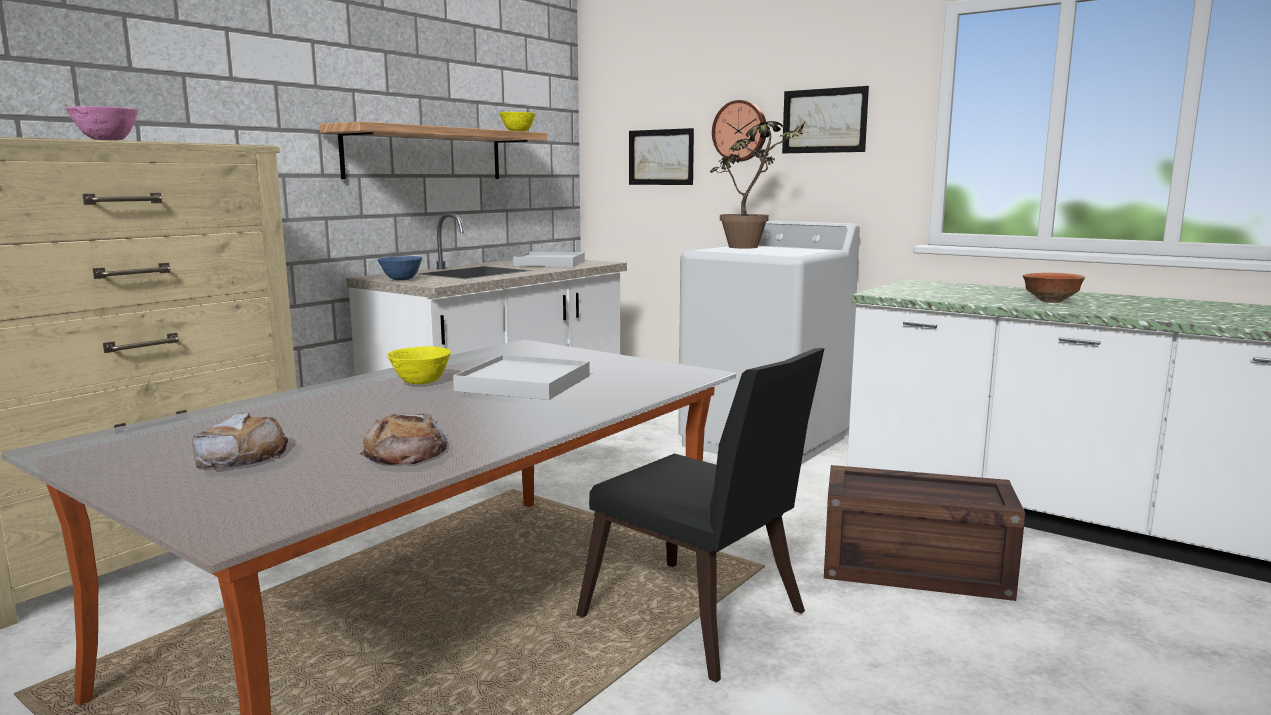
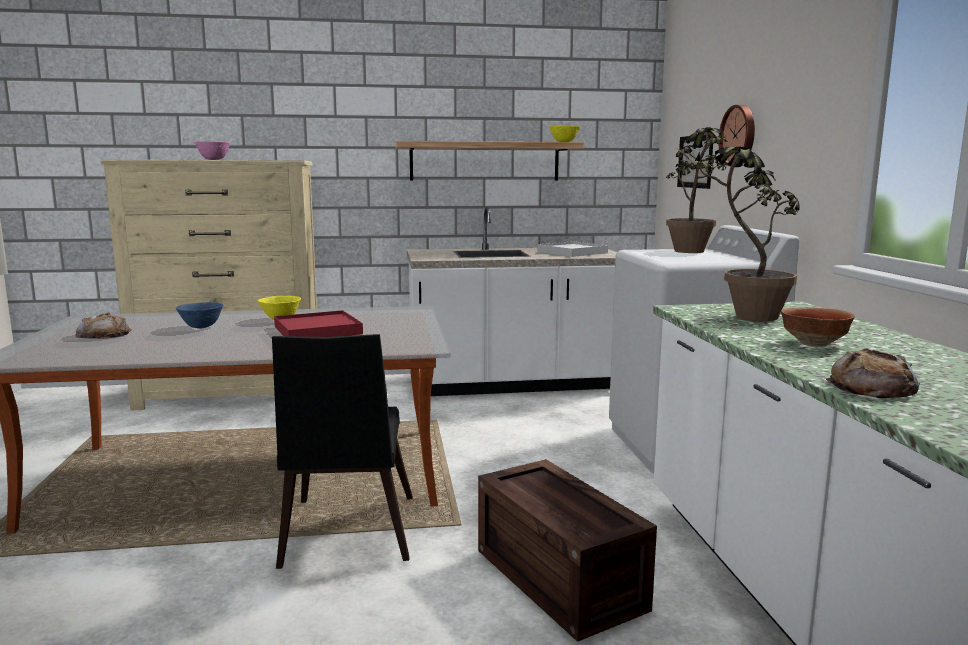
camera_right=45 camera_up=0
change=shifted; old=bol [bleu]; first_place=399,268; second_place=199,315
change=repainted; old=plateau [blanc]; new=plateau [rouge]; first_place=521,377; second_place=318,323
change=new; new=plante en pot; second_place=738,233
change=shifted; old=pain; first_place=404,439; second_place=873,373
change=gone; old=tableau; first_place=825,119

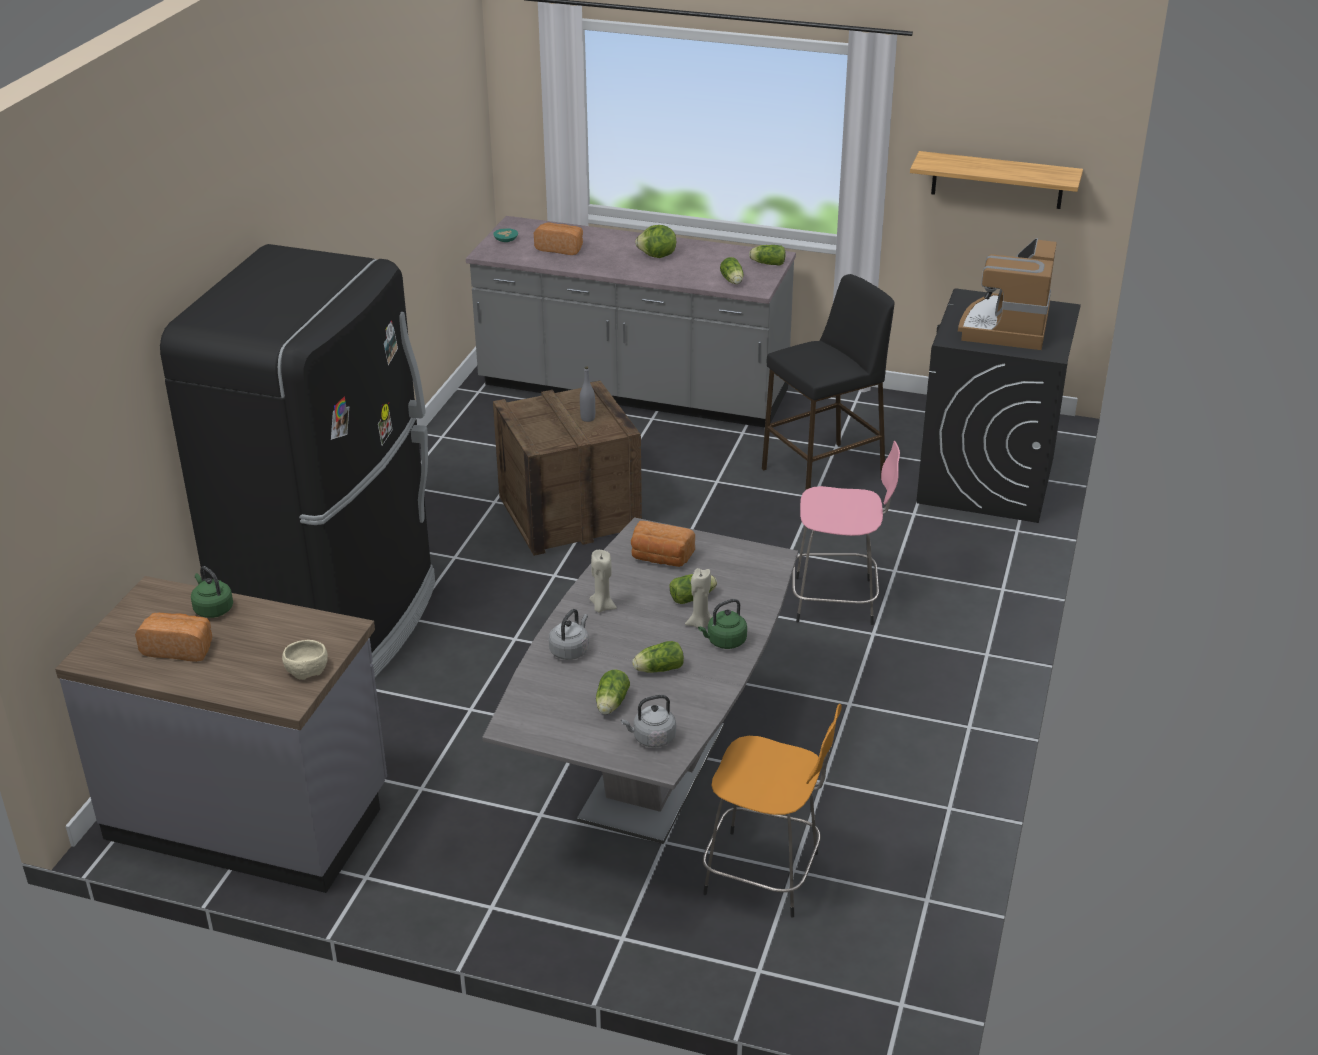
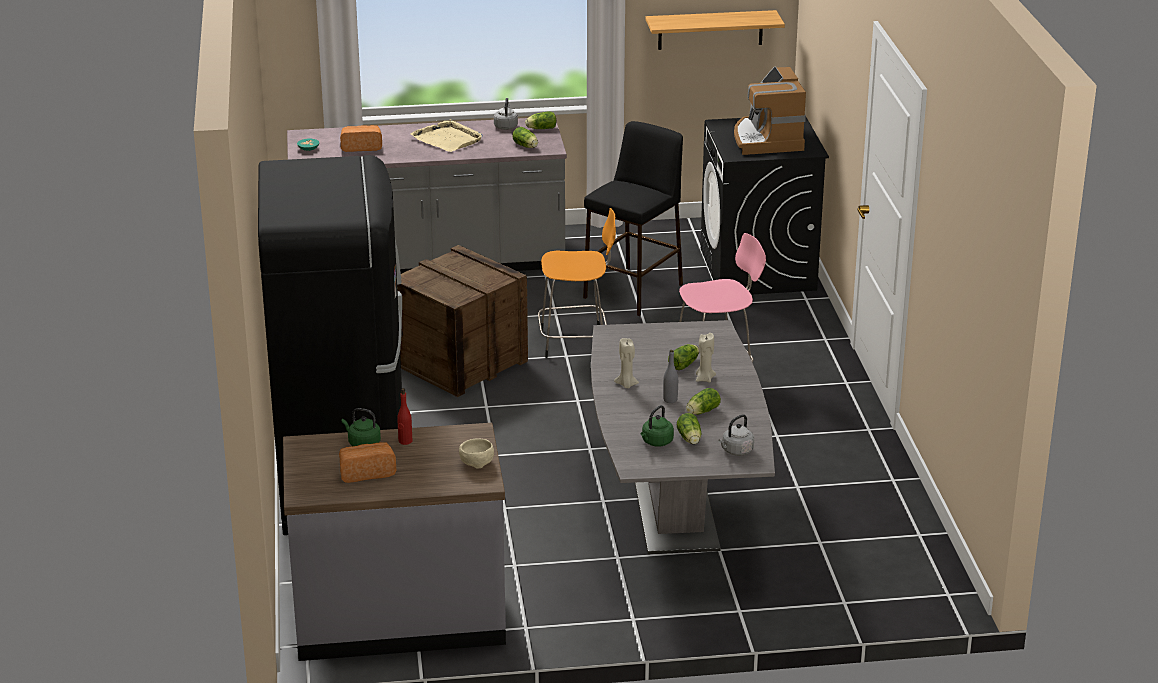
camera_right=-25 camera_up=-5
change=new; new=bouteille [rouge]; second_place=404,416
change=swapped; old=laitue; new=plateau [beige]; first_place=655,241; second_place=447,135
change=shifted; old=bouilloire [gris]; first_place=569,634; second_place=506,114
change=shifted; old=tabouret [orange]; first_place=772,811; second_place=577,283
change=shifted; old=bouilloire [vert]; first_place=722,624; second_place=657,426
change=shifted; old=bouteille [gris]; first_place=587,394; second_place=670,376
change=gone; old=pain; first_place=663,544

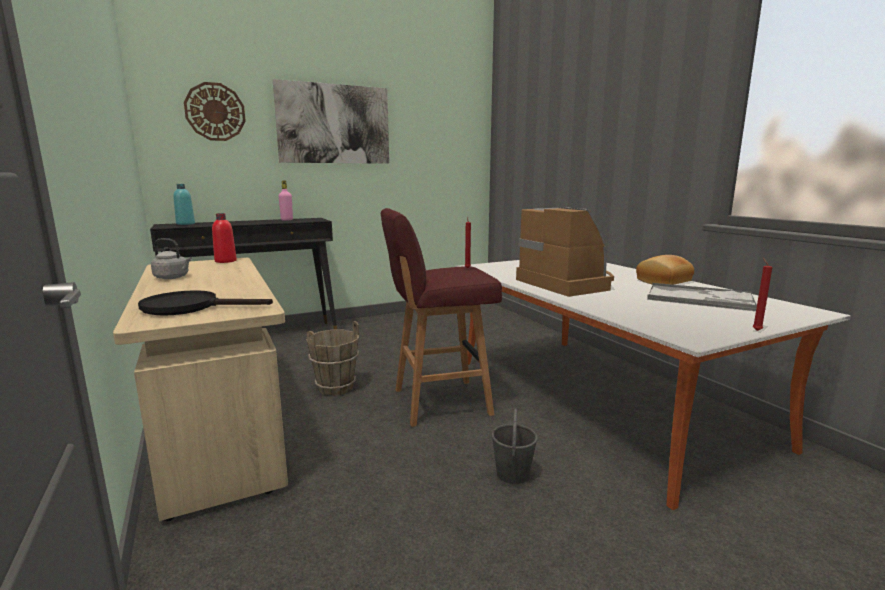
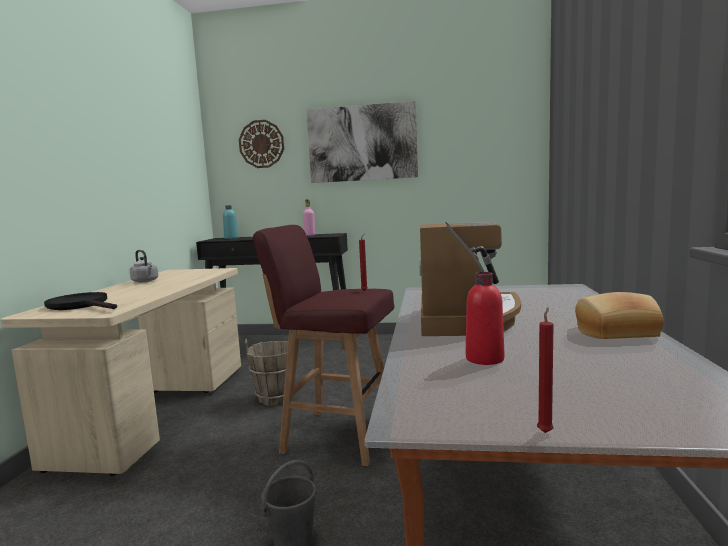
camera_right=35 camera_up=-5
change=shifted; old=bouteille [rouge]; first_place=224,238; second_place=485,318
change=gone; old=plateau; first_place=702,297

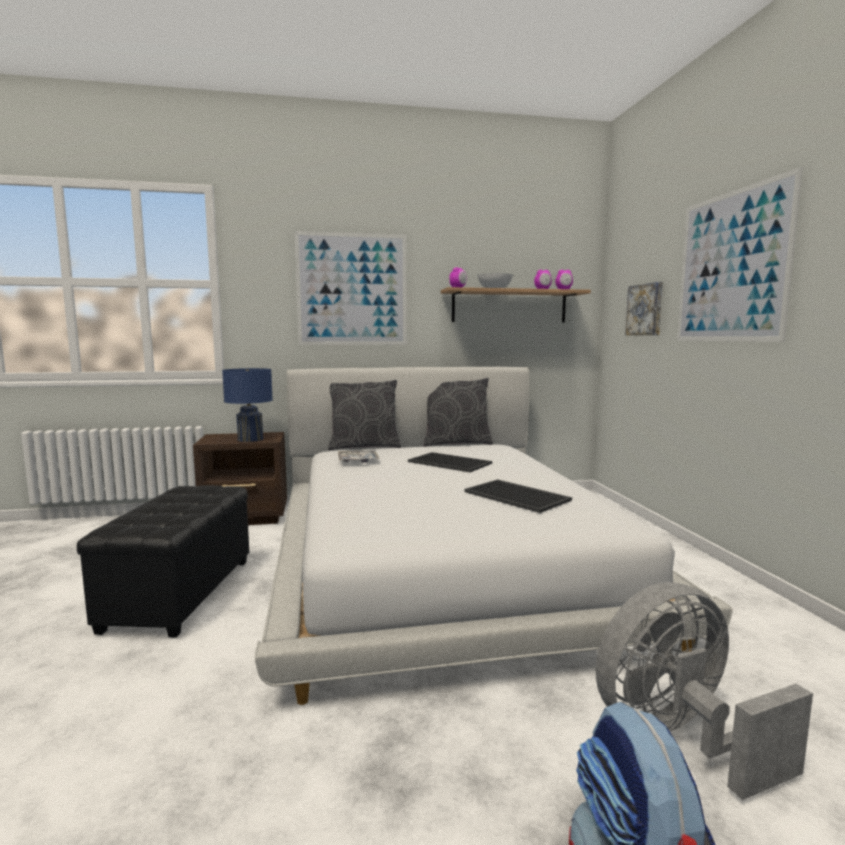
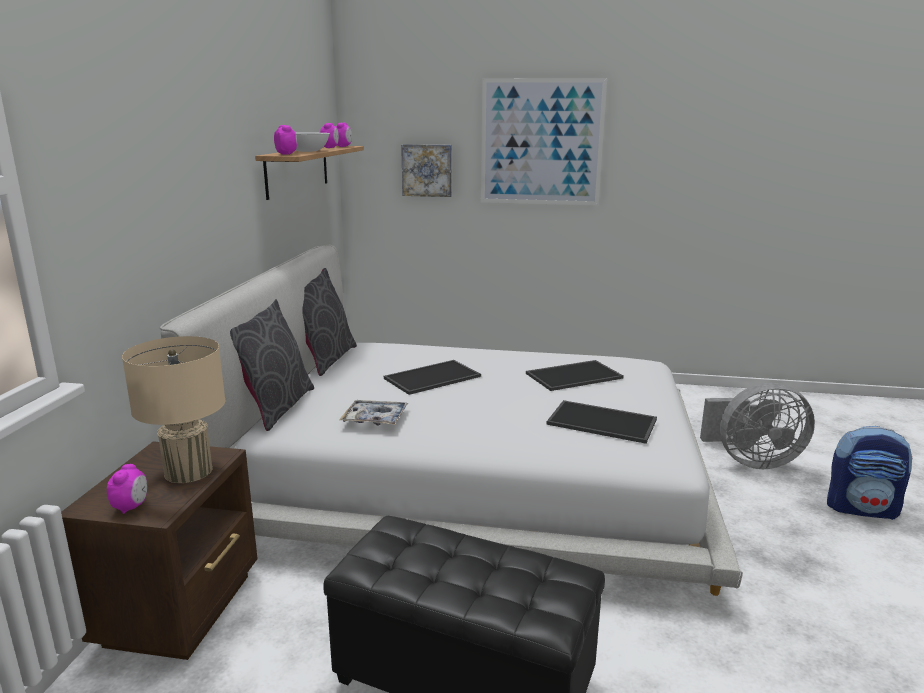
camera_right=-70 camera_up=10
change=new; new=réveil; second_place=127,489
change=repainted; old=lampe de table [bleu]; new=lampe de table [beige]; first_place=247,405; second_place=173,409
change=new; new=plateau; second_place=601,422
change=rotated; old=ventilateur [gris]; first_place=704,691; second_place=757,426; degrees=-90
change=gone; old=tableau; first_place=350,288

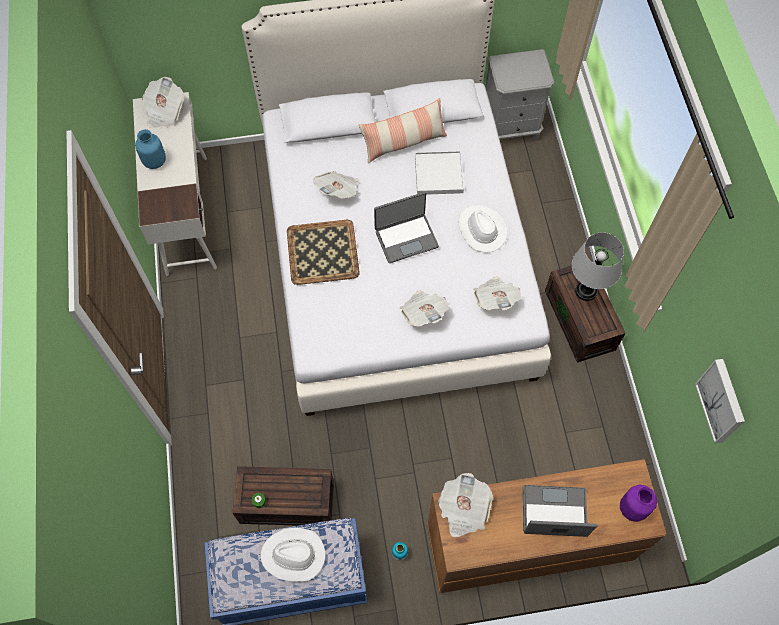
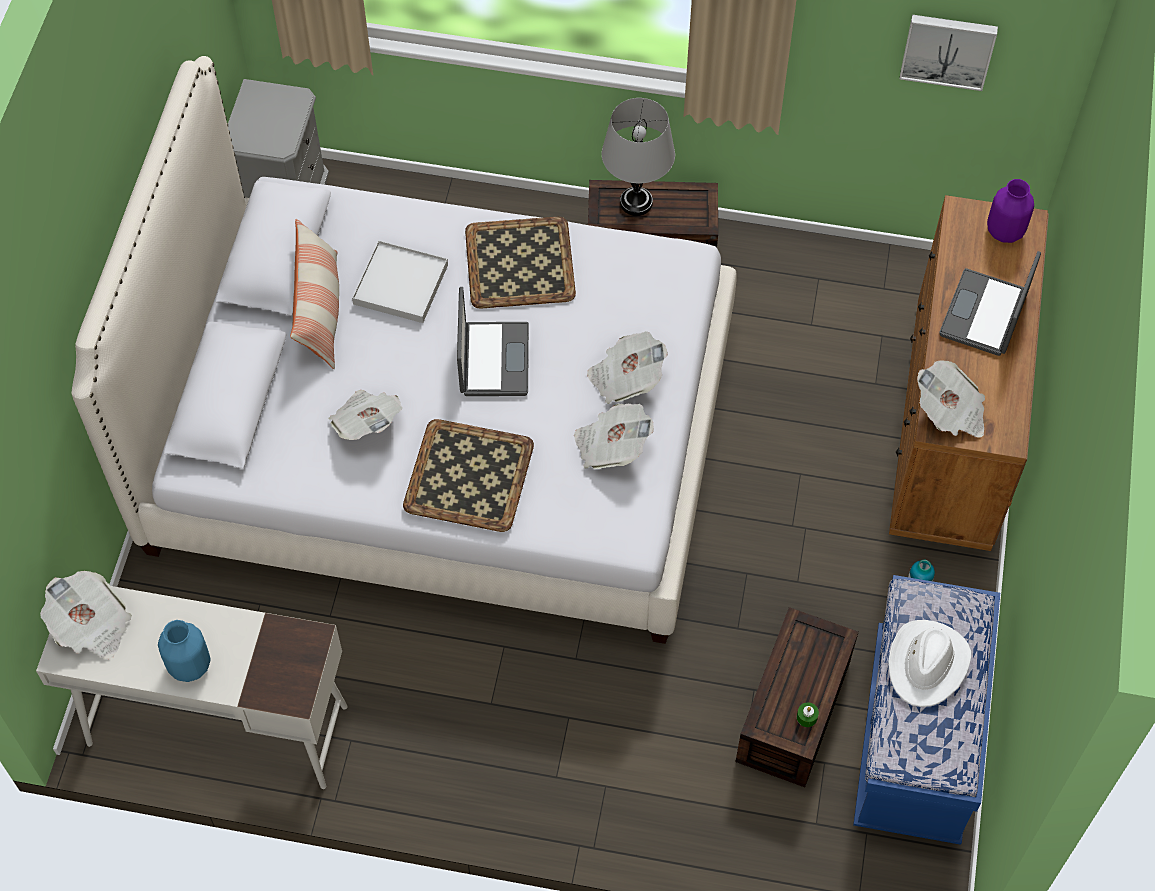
camera_right=-70 camera_up=-5
change=swapped; old=chapeau [blanc]; new=plateau; first_place=483,229; second_place=520,263
change=shifted; old=journal; first_place=497,293; second_place=614,436

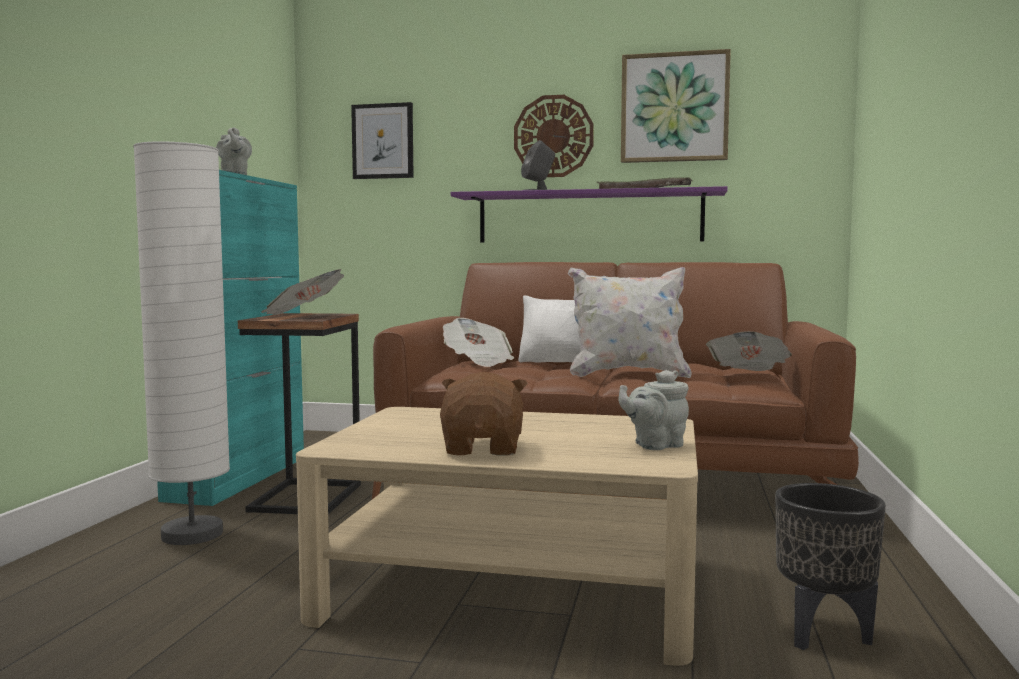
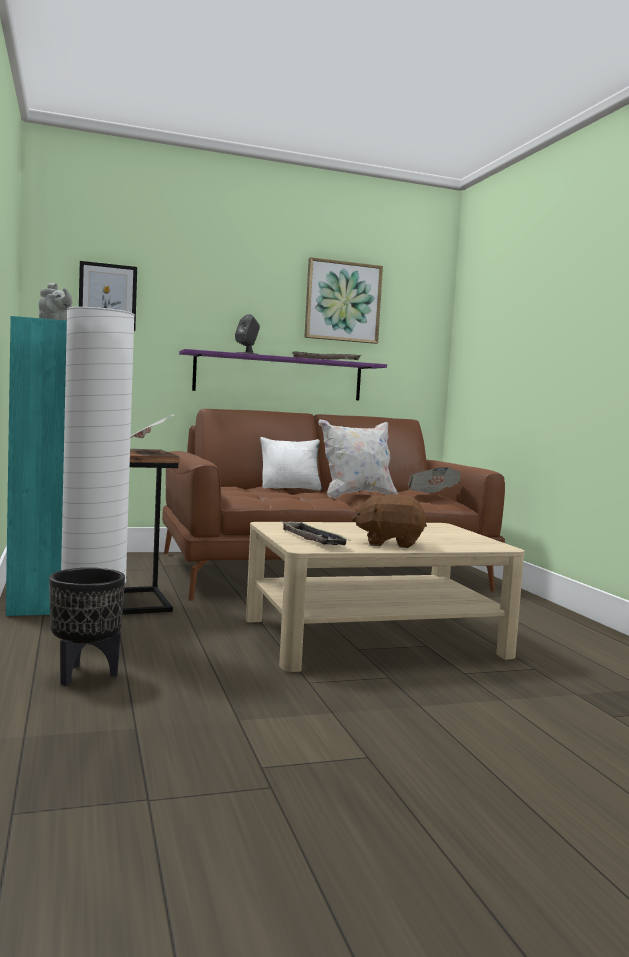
camera_right=-30 camera_up=0
change=shifted; old=cache-pot [noir]; first_place=830,566; second_place=87,627
change=new; new=plateau; second_place=315,533
change=rotated; old=peluche [marron]; first_place=484,414; second_place=389,521; degrees=-60
change=gone; old=journal; first_place=478,342
change=gone; old=horloge murale; first_place=554,136
change=gone; old=théière [gris]; first_place=654,410

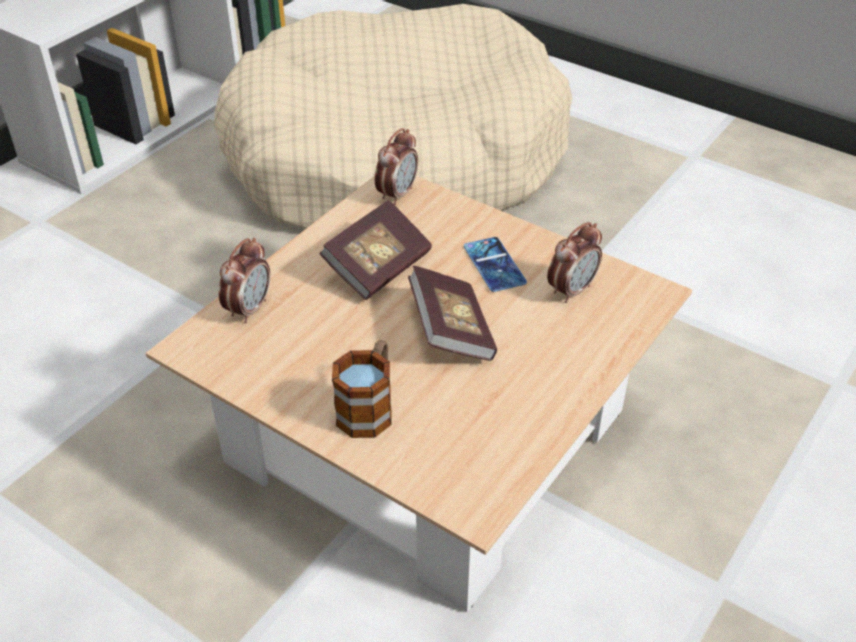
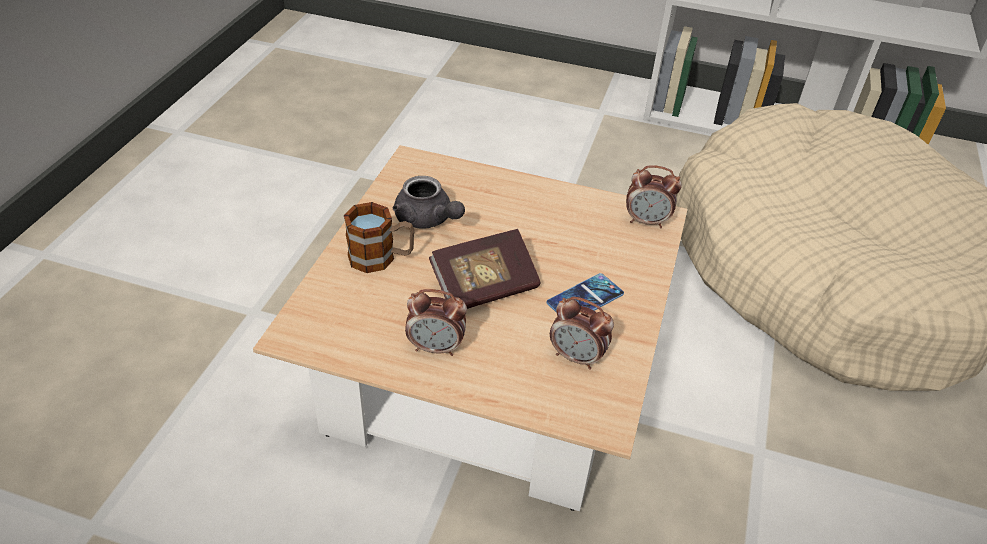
camera_right=70 camera_up=0
change=new; new=théière [gris]; second_place=429,202
change=shifted; old=réveil; first_place=244,280; second_place=436,322
change=gone; old=livre; first_place=375,250

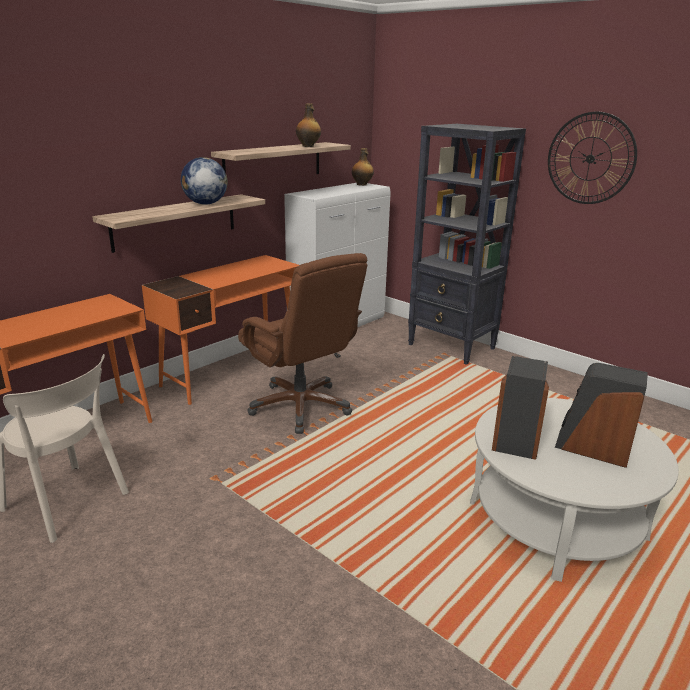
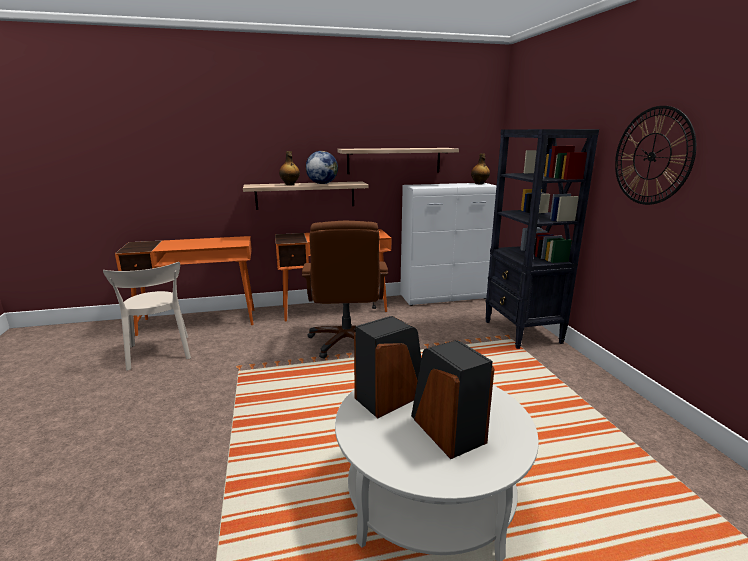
camera_right=35 camera_up=-5
change=shifted; old=bouteille; first_place=308,125; second_place=289,168

